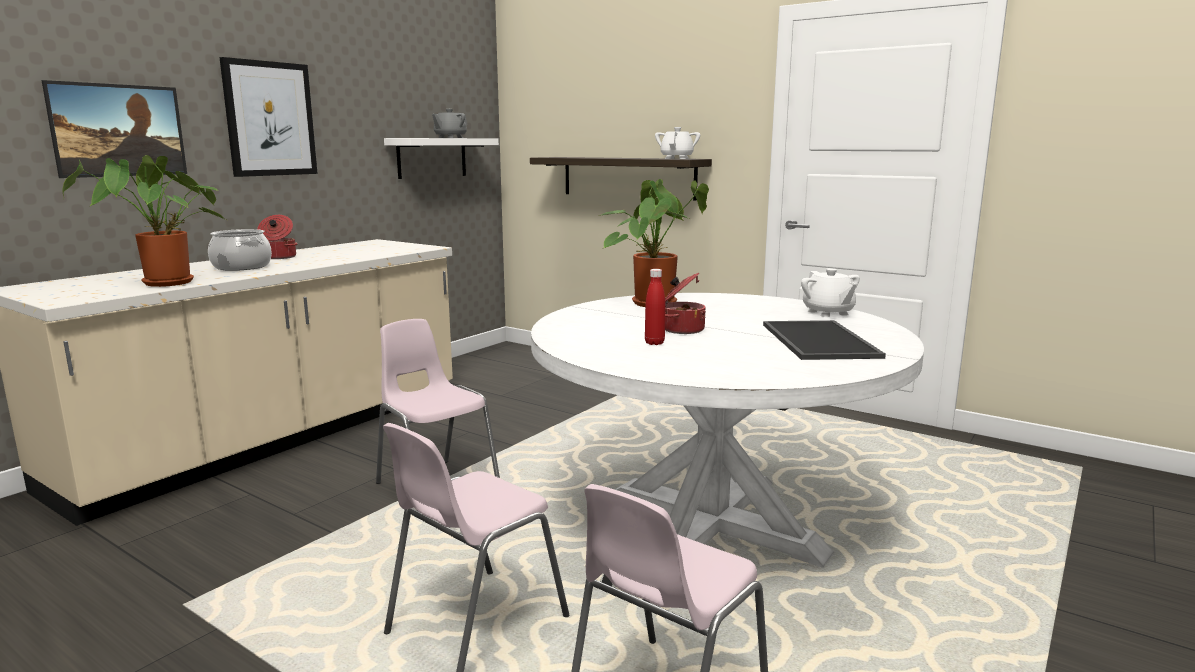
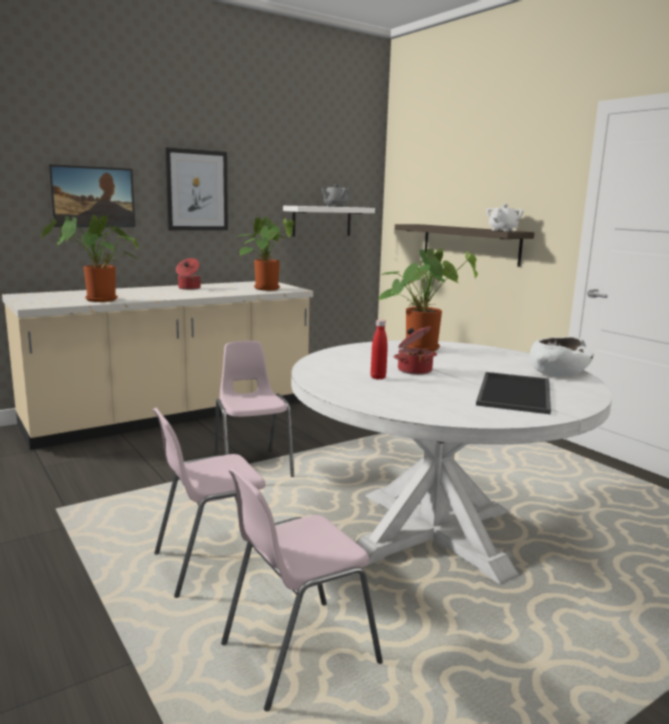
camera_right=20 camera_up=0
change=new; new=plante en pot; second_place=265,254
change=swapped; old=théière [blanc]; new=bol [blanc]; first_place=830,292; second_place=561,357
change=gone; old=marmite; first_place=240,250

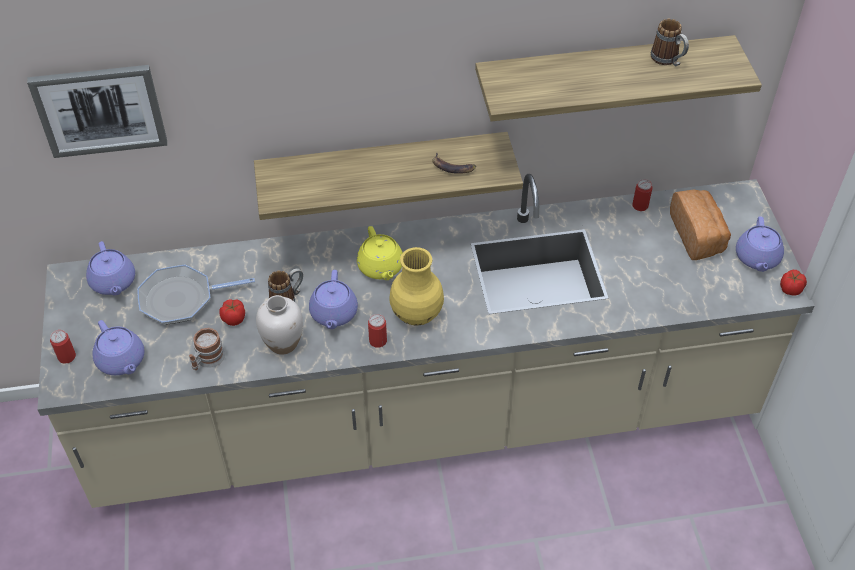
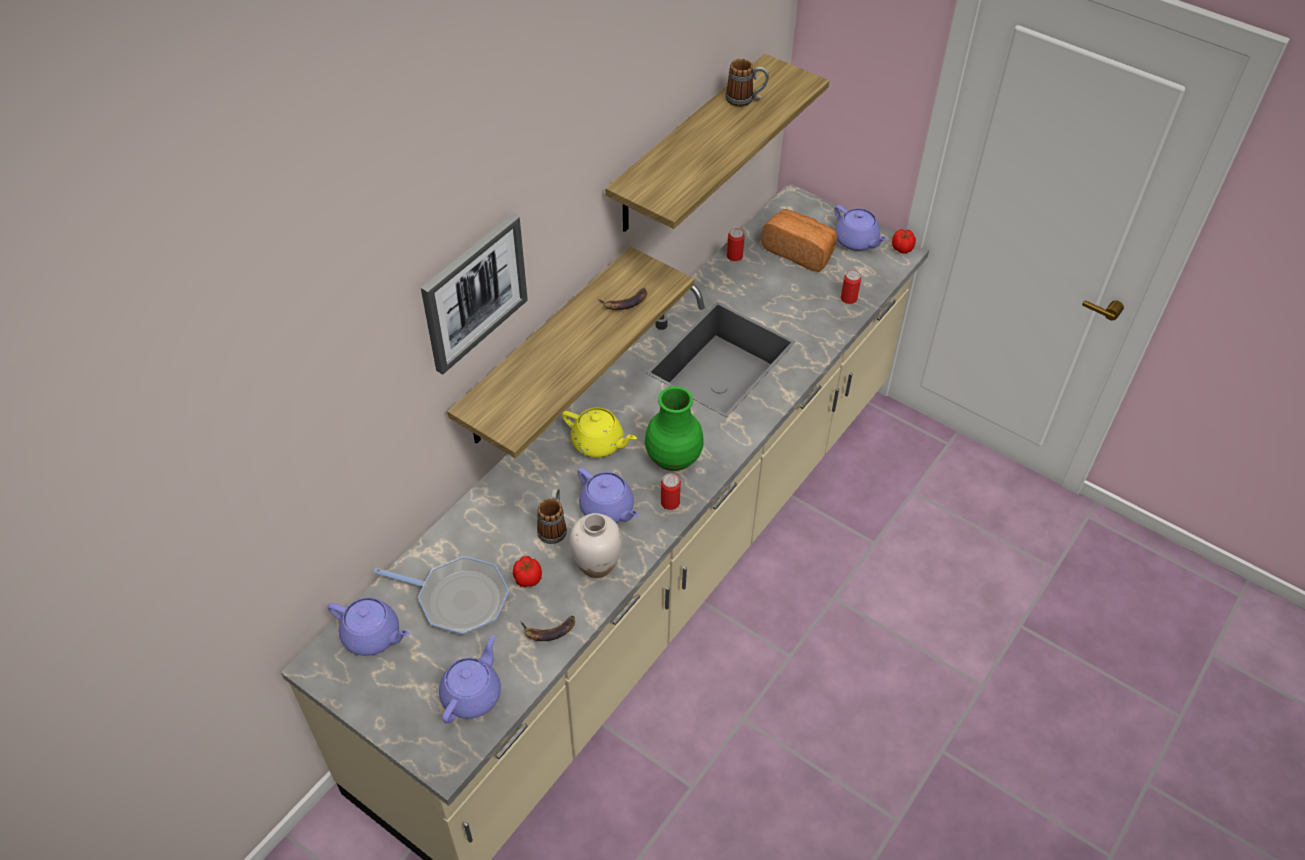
camera_right=-45 camera_up=0
change=rotated; old=poêle; first_place=196,295; second_place=441,595; degrees=-105
change=shifted; old=tableau; first_place=97,111; second_place=474,294
change=rotated; old=théière [violet]; first_place=119,347; second_place=470,679; degrees=-75
change=swapped; old=mug; new=banane; first_place=207,349; second_place=548,628
change=repainted; old=vase [jaune]; new=vase [vert]; first_place=416,286; second_place=674,428
change=shifted; old=boîte métallique; first_place=63,347; second_place=851,287

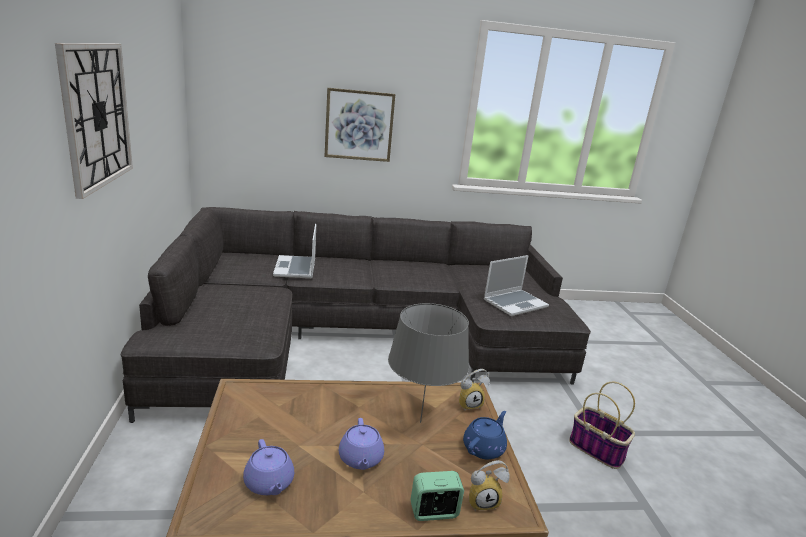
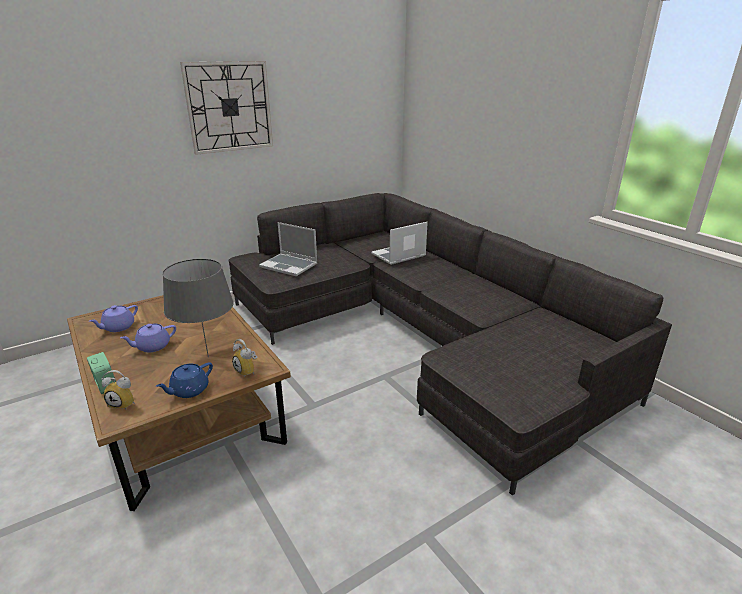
camera_right=65 camera_up=5
change=rotated; old=réveil; first_place=489,485; second_place=118,390; degrees=-45
change=rotated; old=théière [bleu]; first_place=485,435; second_place=184,380; degrees=120
change=shifted; old=ordinateur portable; first_place=516,285; second_place=288,249
change=gone; old=tableau; first_place=360,125
change=gone; old=panier; first_place=602,425

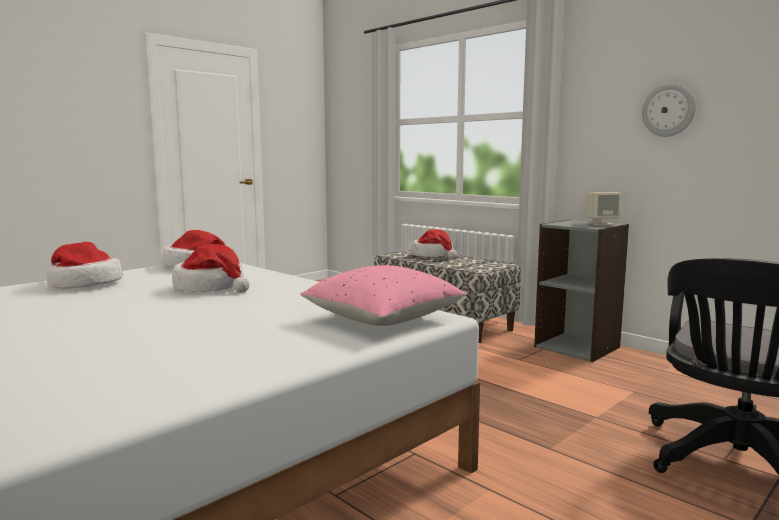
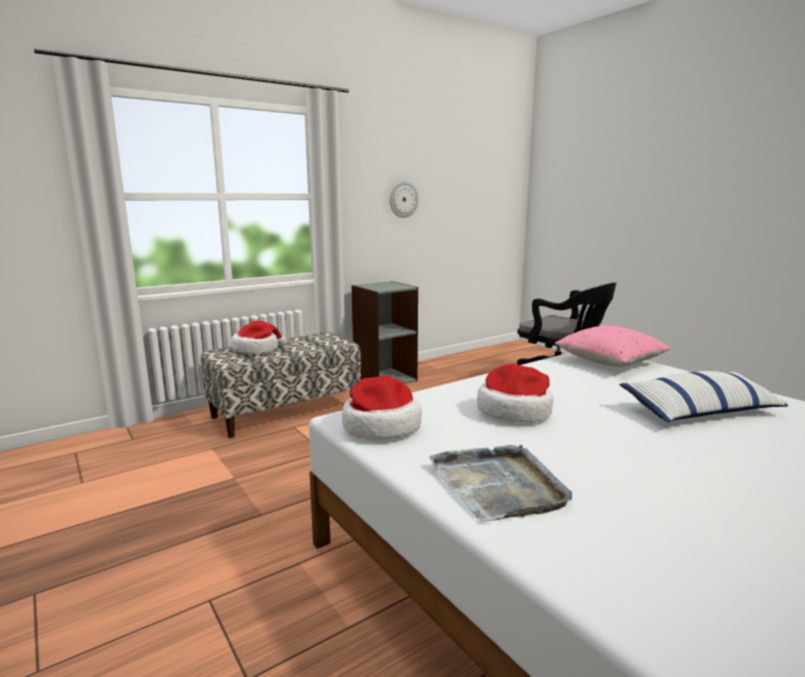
camera_right=-80 camera_up=5
change=swapped; old=chapeau; new=plateau [gris]; first_place=84,265; second_place=500,483
change=new; new=coussin; second_place=703,396
change=gone; old=enceinte [beige]; first_place=603,208

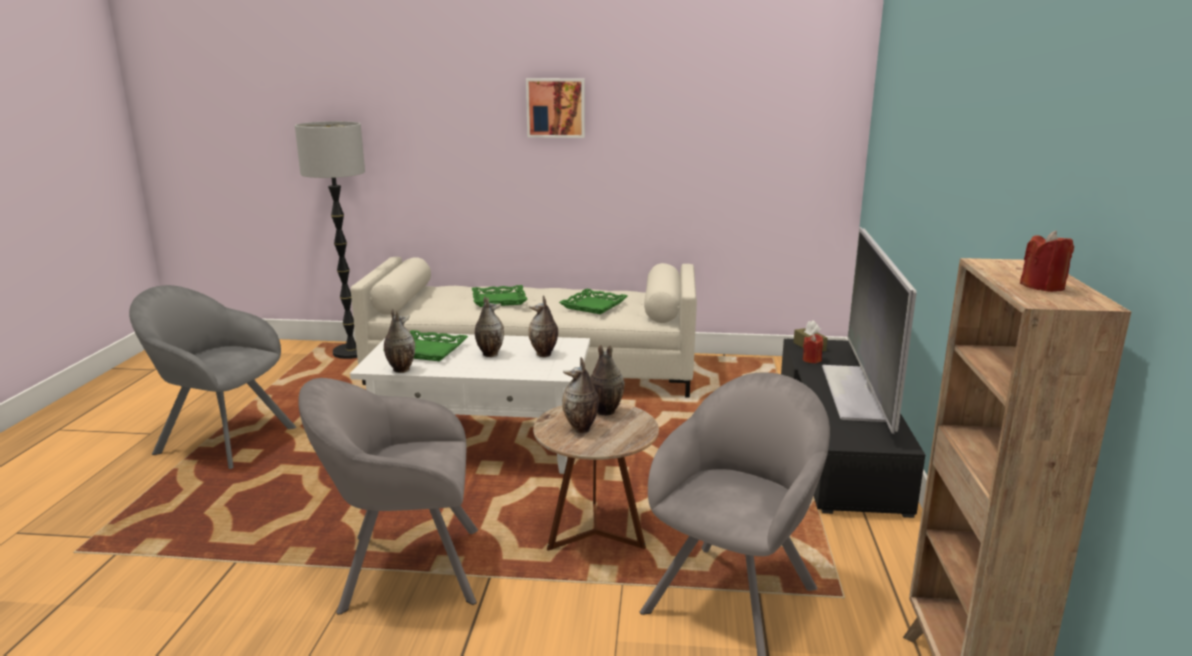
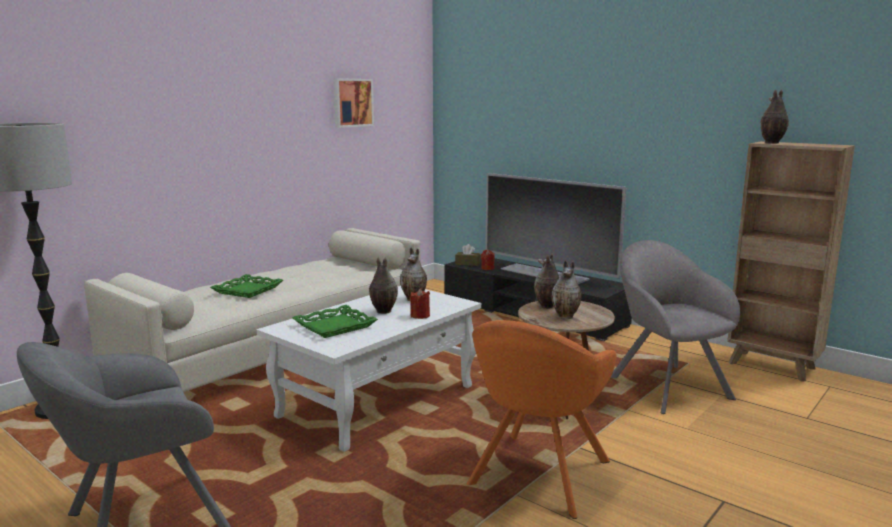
camera_right=-55 camera_up=-5
change=shifted; old=tableau; first_place=555,108; second_place=353,103
change=shifted; old=bougie [rouge]; first_place=1047,261; second_place=420,304
change=repainted; old=fauteuil [gris]; new=fauteuil [orange]; first_place=388,496; second_place=542,419
change=shifted; old=vase; first_place=399,341; second_place=774,116
change=gone; old=plateau [vert]; first_place=593,301

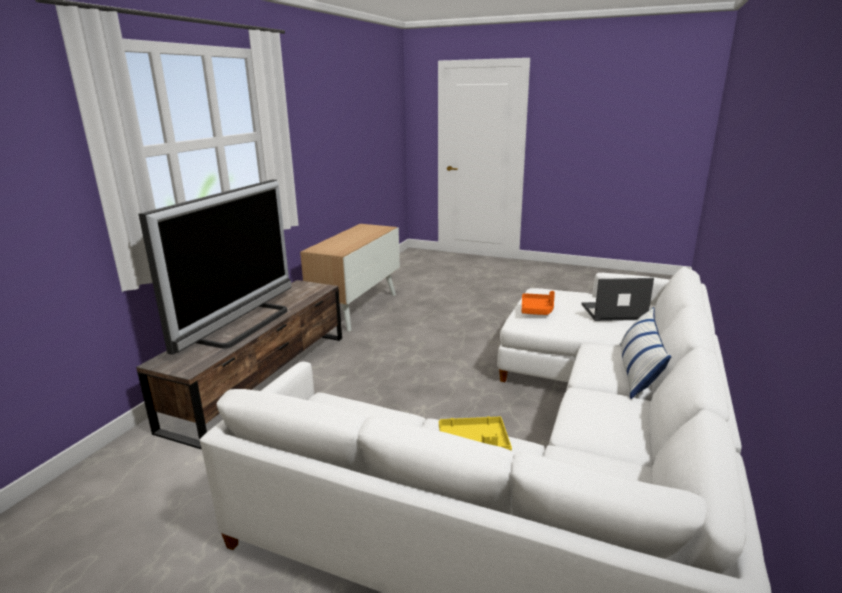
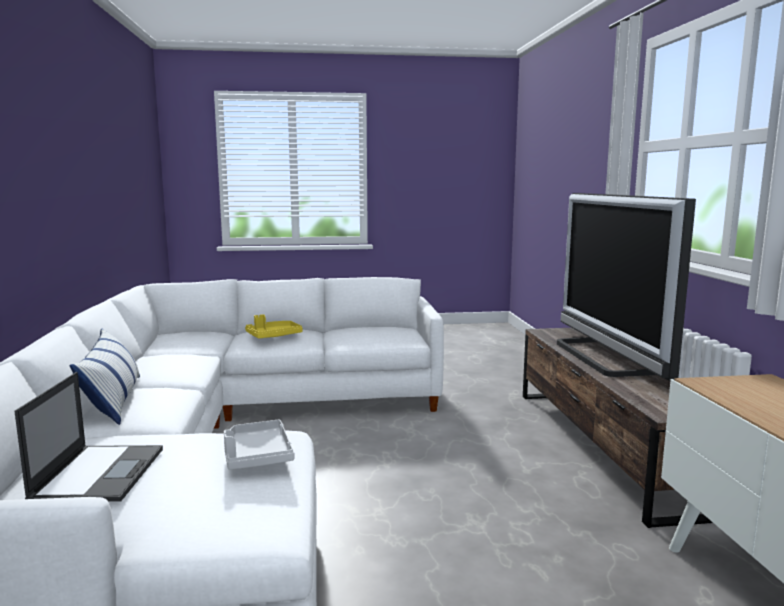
camera_right=150 camera_up=-10
change=rotated; old=ordinateur portable; first_place=618,299; second_place=88,437; degrees=-60
change=repainted; old=plateau [orange]; new=plateau [gris]; first_place=538,303; second_place=259,444

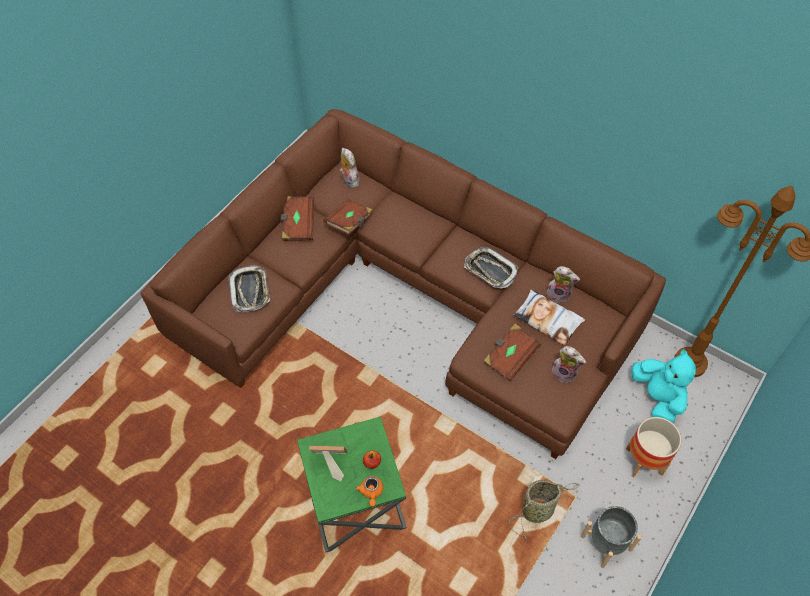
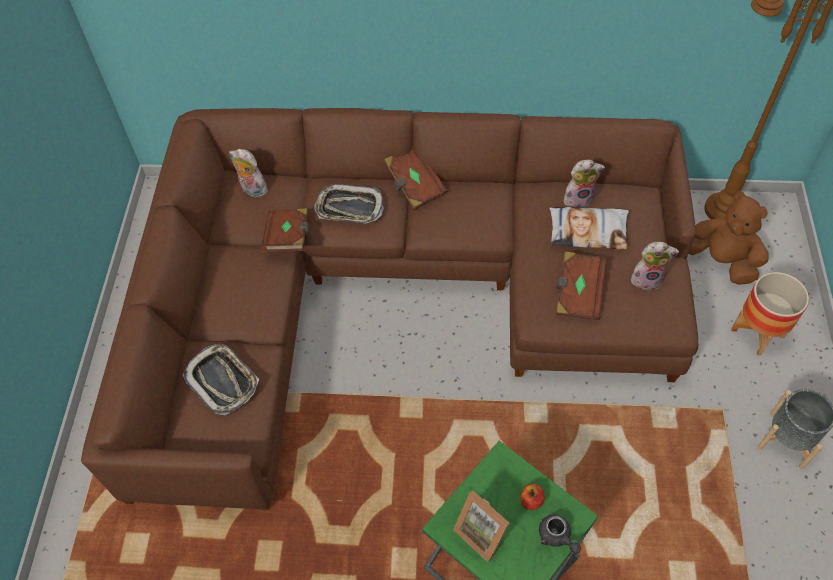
camera_right=-30 camera_up=0
change=shifted; old=plateau; first_place=491,268; second_place=349,204
change=shifted; old=livre [marron]; first_place=297,218; second_place=415,178
change=rotated; old=cadre photo; first_place=328,463; second_place=481,526; degrees=-105
change=repainted; old=théière [orange]; new=théière [gris]; first_place=369,491; second_place=560,534
change=repainted; old=peluche [turquoise]; new=peluche [marron]; first_place=664,386; second_place=729,238
change=gone; old=panier; first_place=544,509

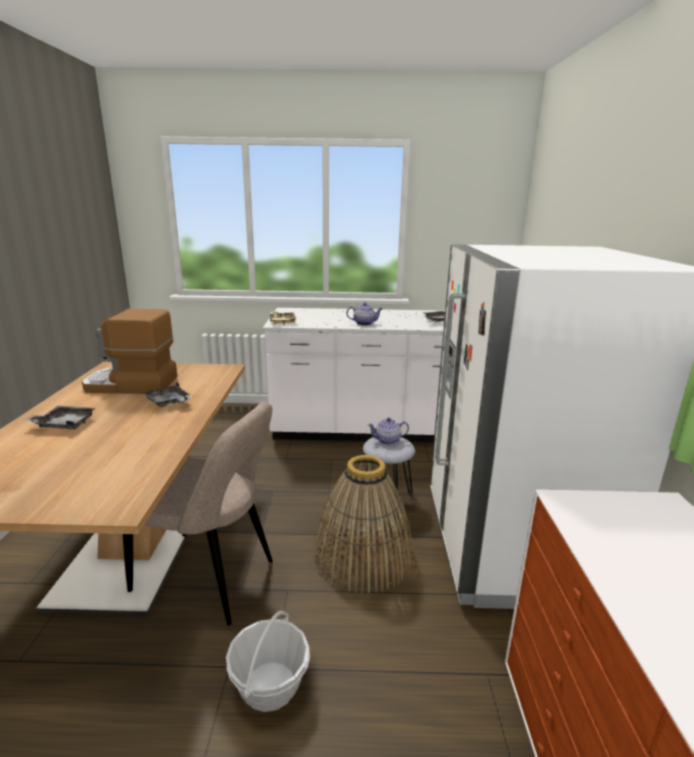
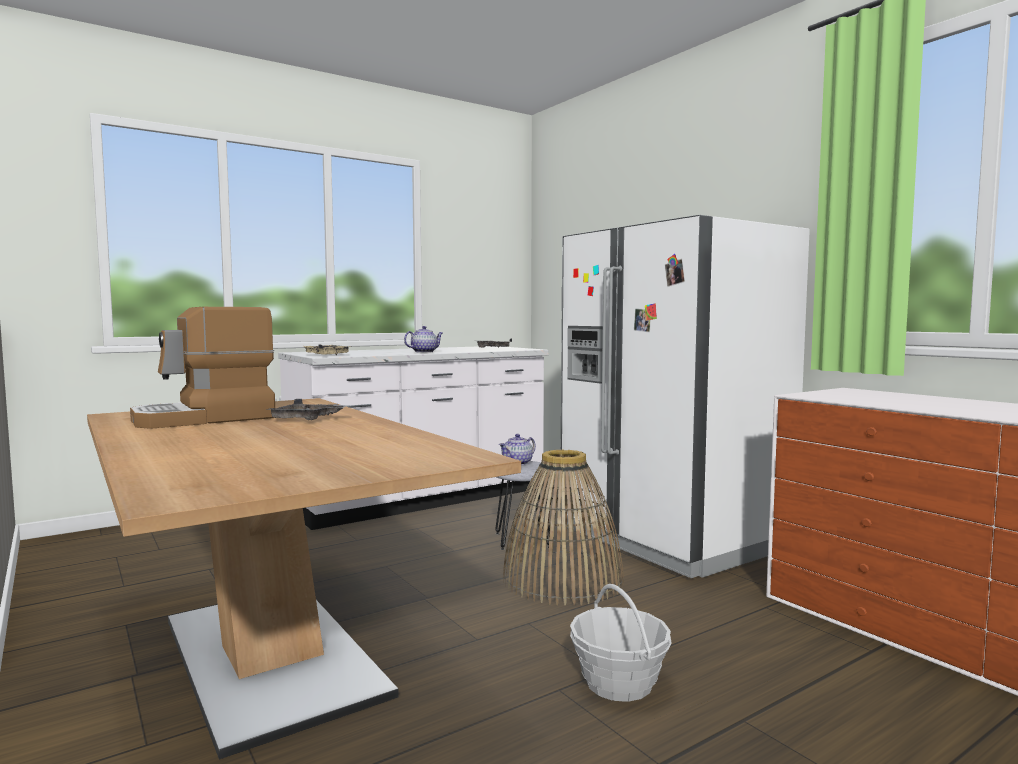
camera_right=-35 camera_up=-15
change=gone; old=plateau [gris]; first_place=60,418
change=gone; old=chaise [beige]; first_place=198,513

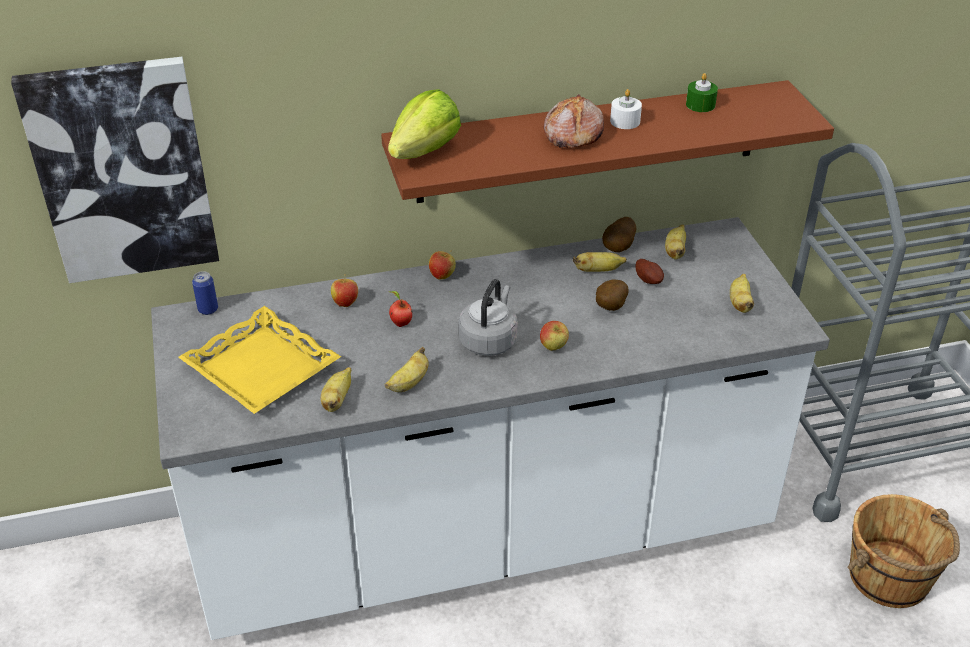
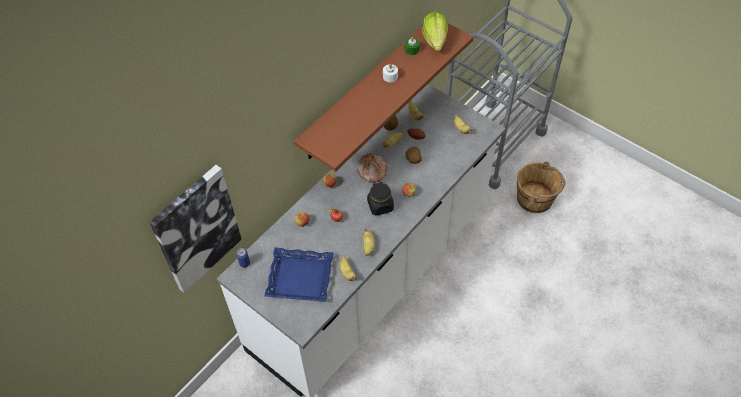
camera_right=-35 camera_up=15
change=repainted; old=plateau [jaune]; new=plateau [bleu]; first_place=259,360; second_place=299,275
change=shifted; old=pain; first_place=574,121; second_place=372,168
change=swapped; old=bouilloire [gris]; new=bocal [noir]; first_place=488,317; second_place=380,198
change=shifted; old=laitue; first_place=424,124; second_place=435,31

